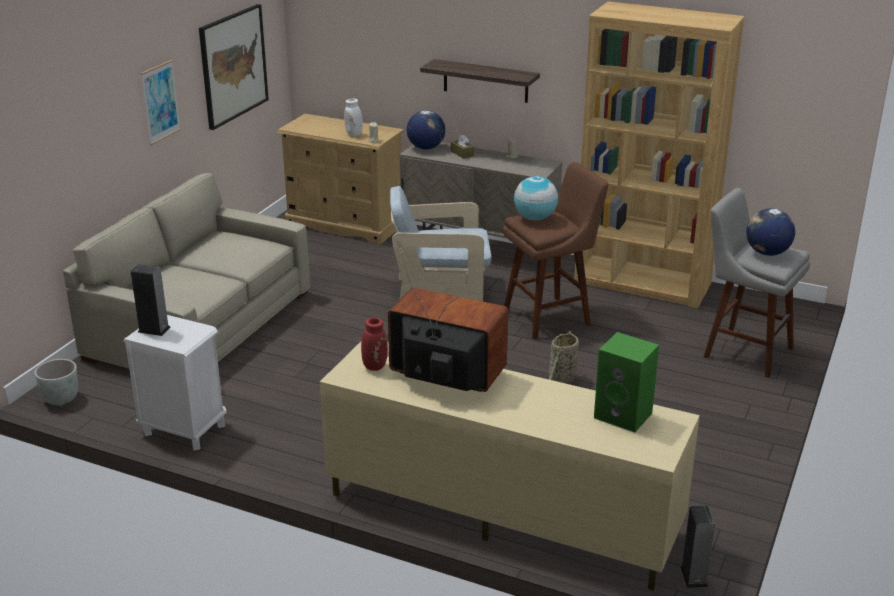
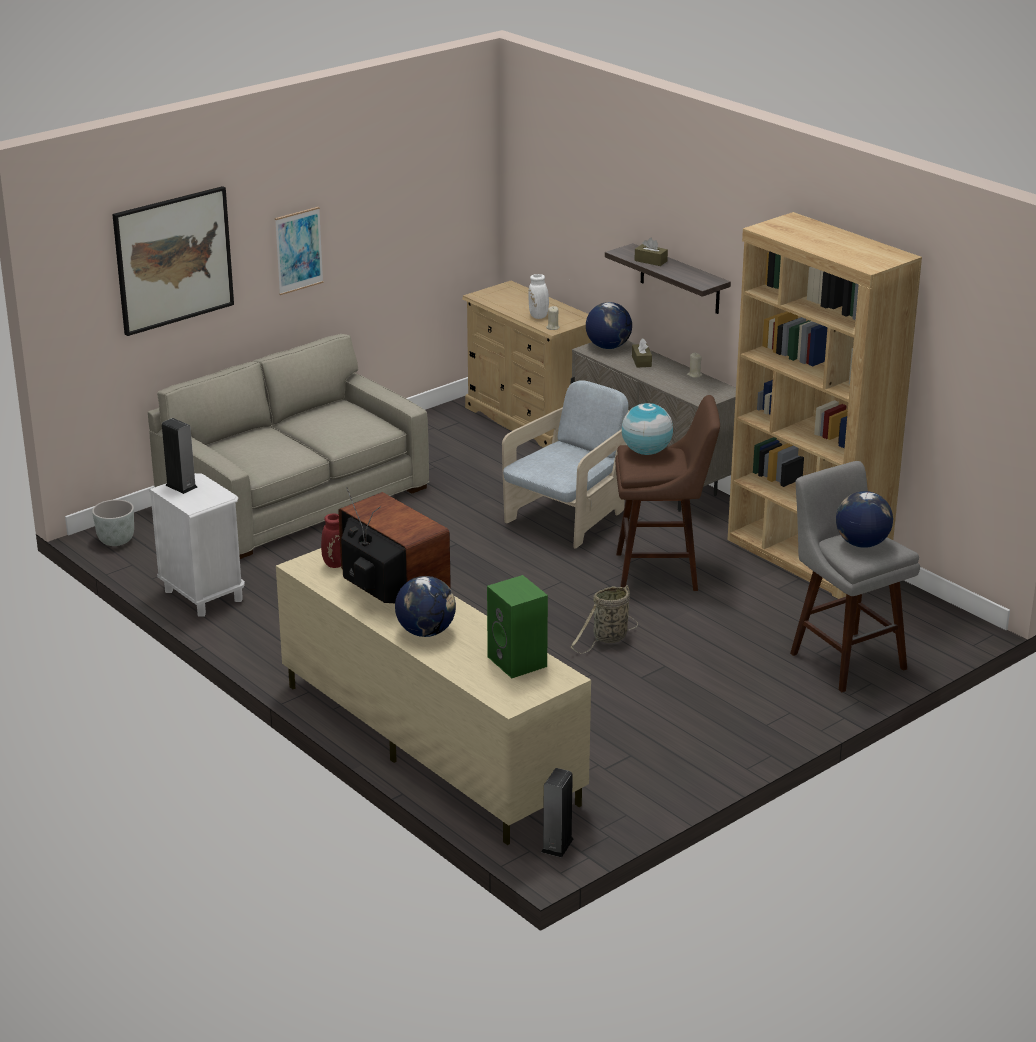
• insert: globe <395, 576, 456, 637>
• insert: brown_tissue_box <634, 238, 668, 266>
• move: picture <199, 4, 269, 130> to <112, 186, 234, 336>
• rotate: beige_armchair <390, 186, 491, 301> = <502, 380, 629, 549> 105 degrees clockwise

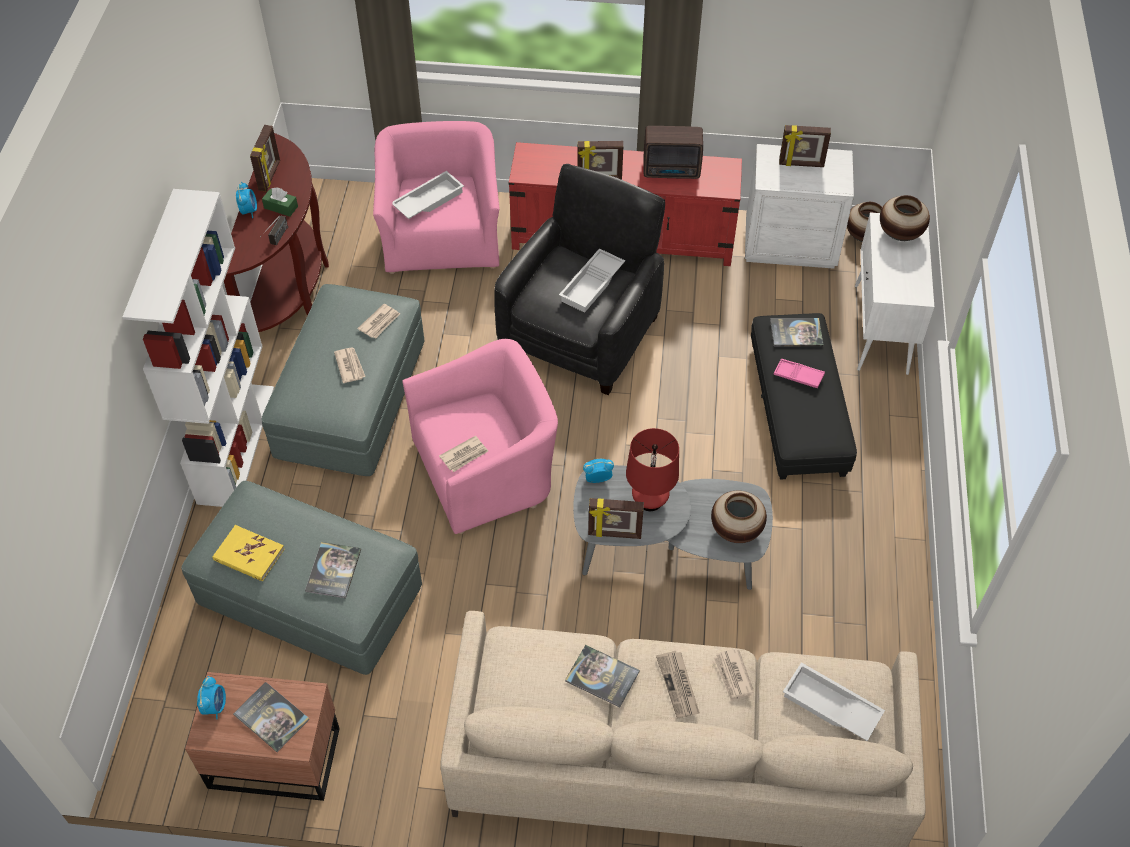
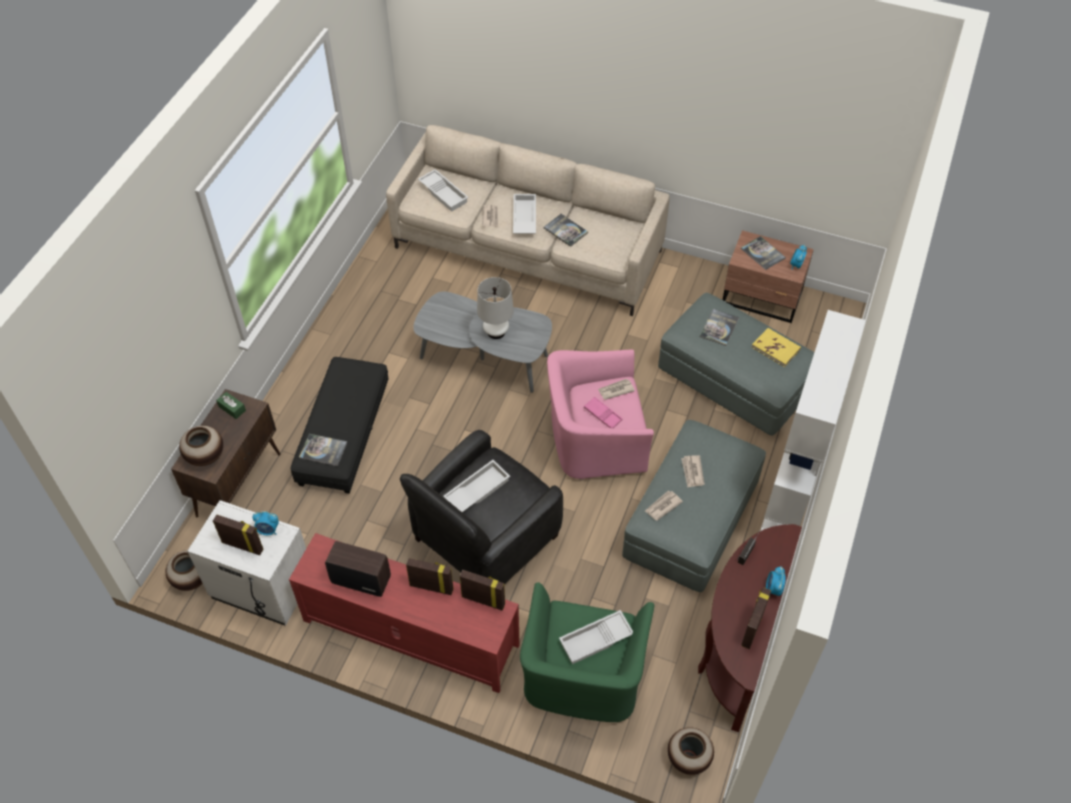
• move: green_tissue_box <262, 187, 298, 217> to <216, 392, 246, 419>
• move: alarm_clock <583, 459, 614, 483> to <252, 511, 279, 535>
• move: picture_frame <588, 498, 644, 539> to <460, 570, 505, 611>
• move: vase <711, 491, 767, 543> to <668, 727, 714, 775>
• move: pink_tray <774, 359, 825, 388> to <584, 396, 622, 428>
• replace: newspaper <656, 651, 700, 718> to white_tray <513, 194, 536, 234>
• recolor: pink_armchair <373, 121, 499, 274> to green_armchair <520, 582, 654, 722>
• recolor: red_table_lamp <626, 428, 679, 511> to white_table_lamp <477, 277, 514, 339>
• recolor: white_cabinet <855, 212, 934, 375> to brown_cabinet <171, 389, 281, 517>

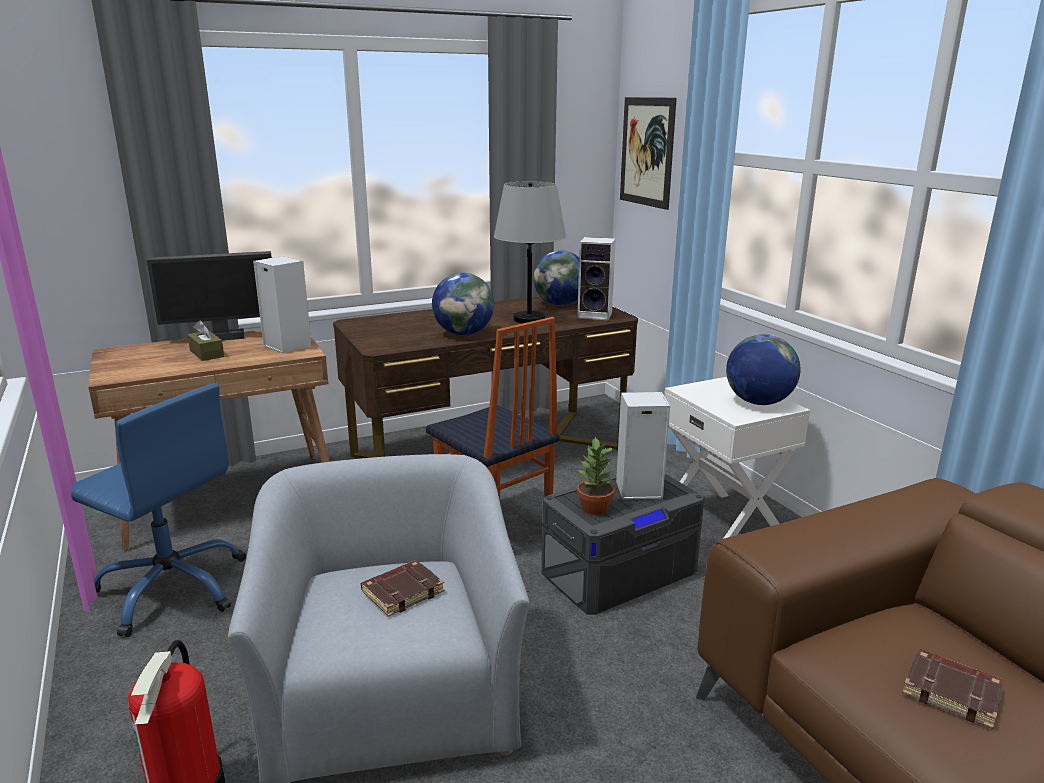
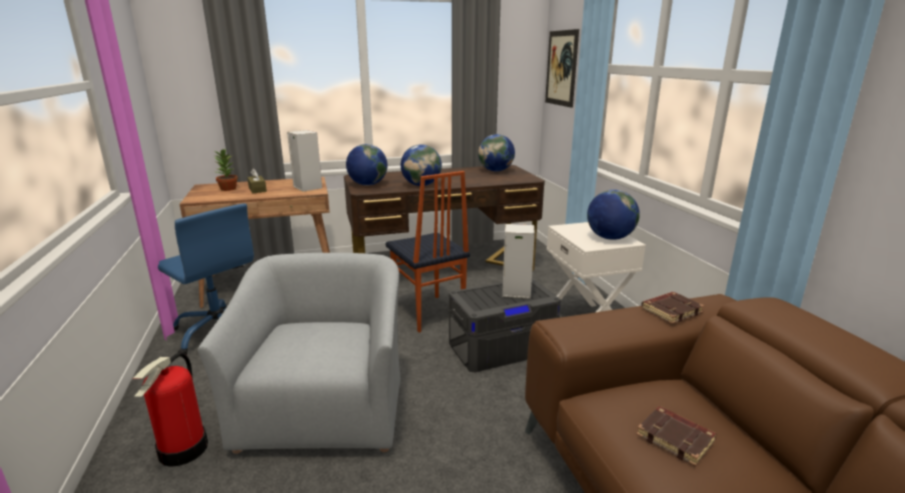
• delete: monitor <147, 251, 272, 340>
• delete: grey_table_lamp <494, 182, 566, 324>
• delete: speaker <577, 237, 616, 320>
• insert: globe <346, 144, 387, 186>
• move: brown_book <361, 560, 444, 617> to <641, 292, 704, 324>
• move: potted_plant <577, 437, 615, 515> to <213, 149, 238, 191>

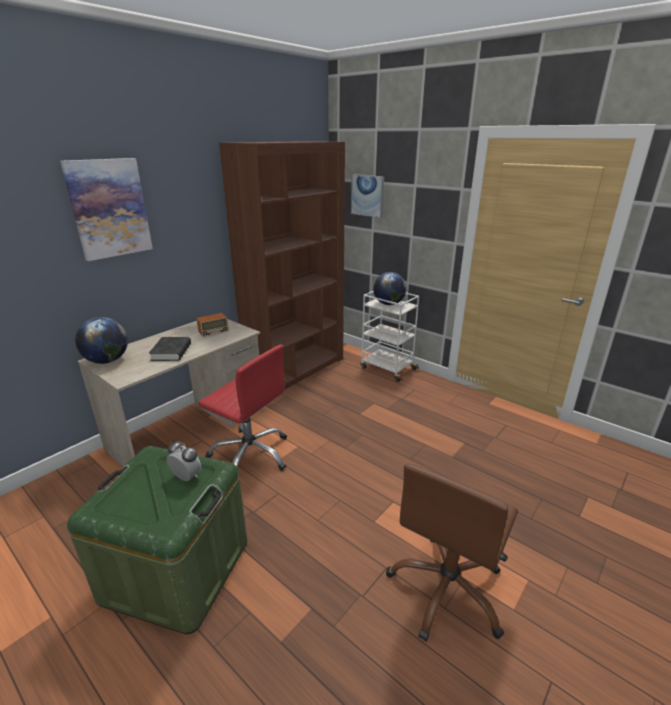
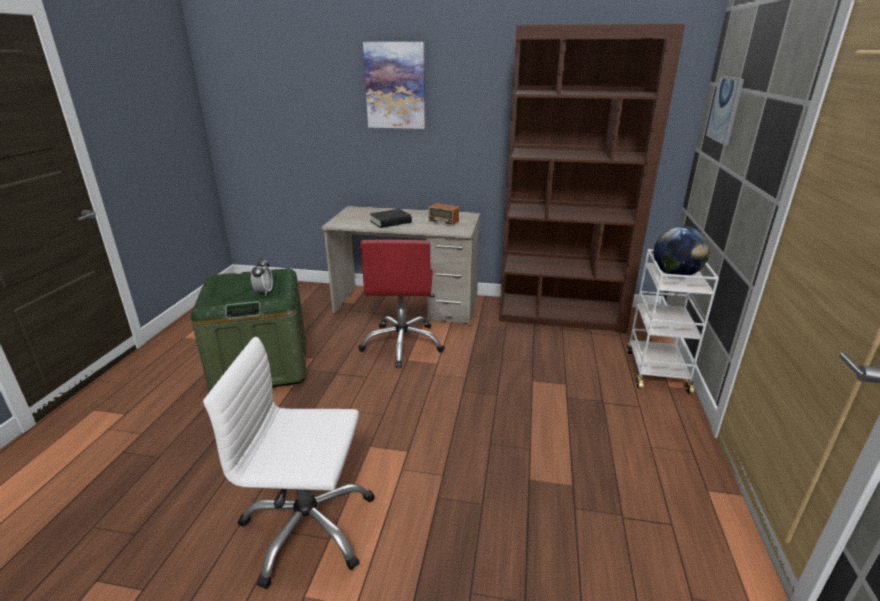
• delete: globe <75, 317, 128, 364>
• recolor: brown_office_chair <386, 463, 518, 642> to white_office_chair <203, 337, 375, 589>

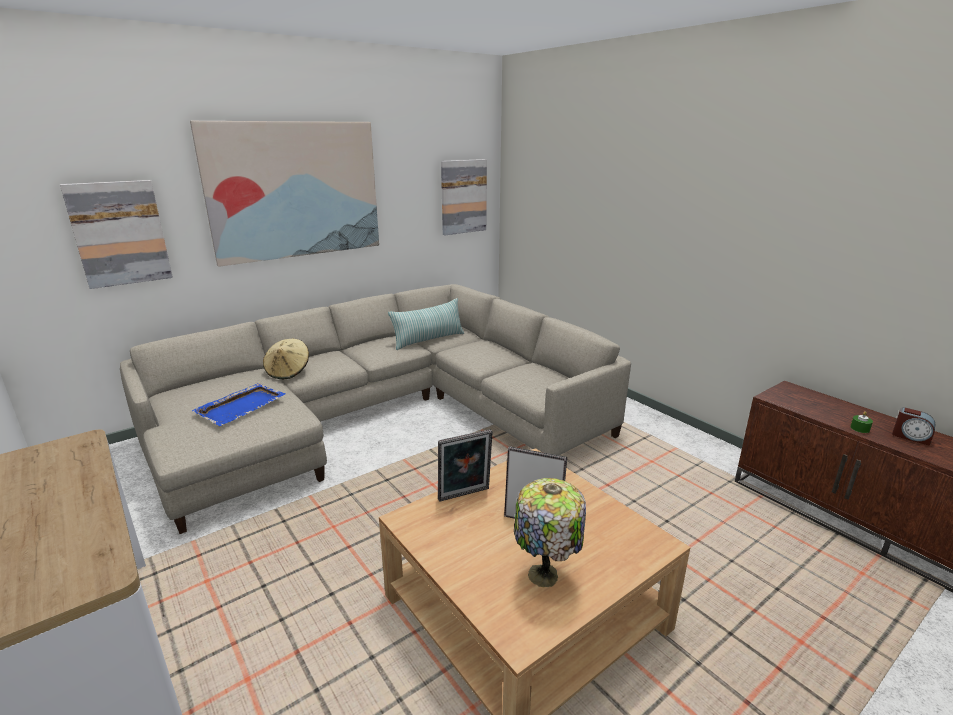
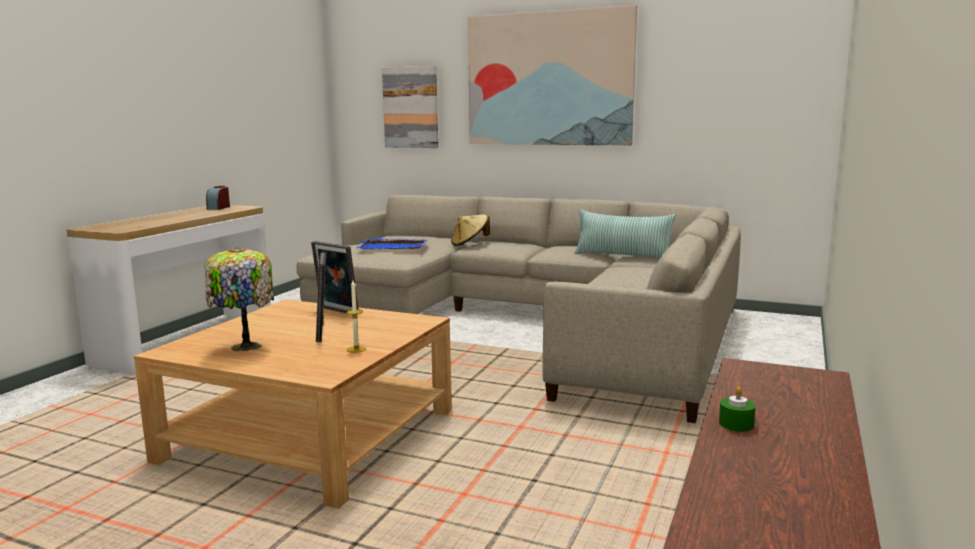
• delete: picture <441, 159, 487, 235>
• insert: candle <346, 280, 366, 353>
• move: alarm_clock <892, 407, 936, 446> to <206, 186, 230, 210>

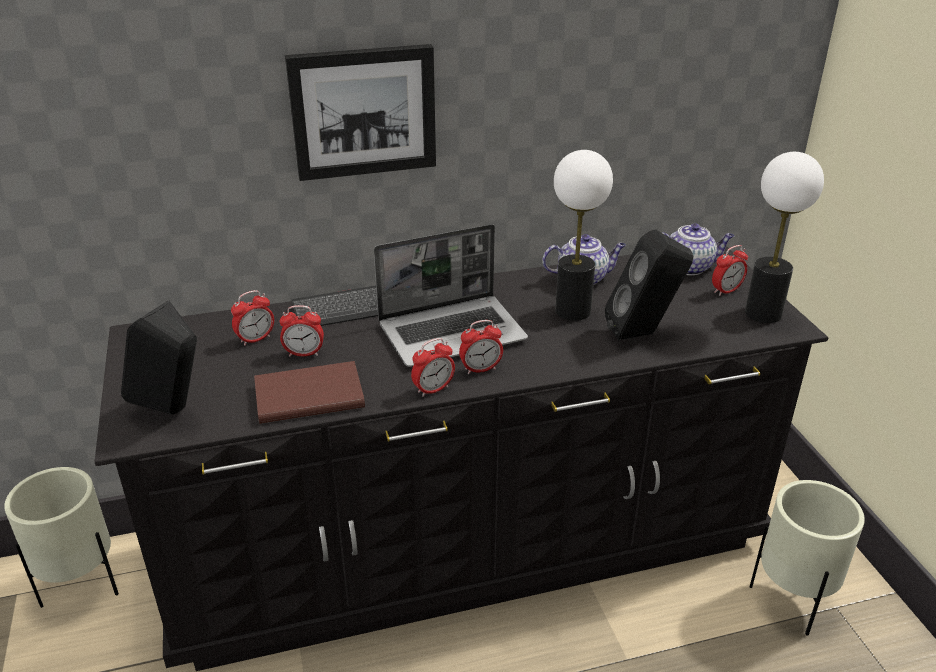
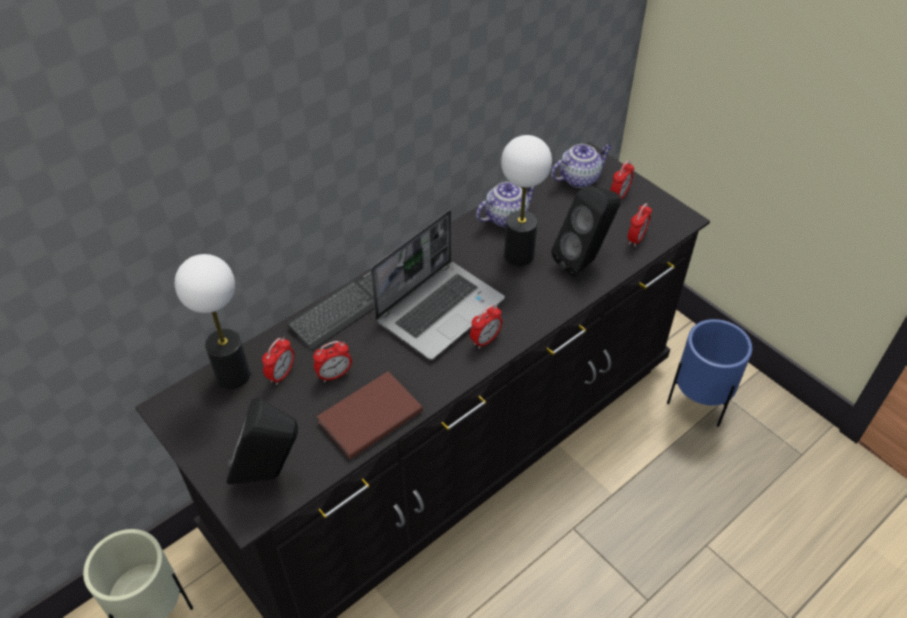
• delete: picture <285, 44, 436, 181>
• move: alarm_clock <411, 338, 455, 397> to <628, 203, 652, 247>
• move: table_lamp <745, 152, 824, 323> to <175, 254, 251, 389>
• recolor: beige_planter <749, 480, 865, 636> to blue_planter <667, 319, 752, 427>

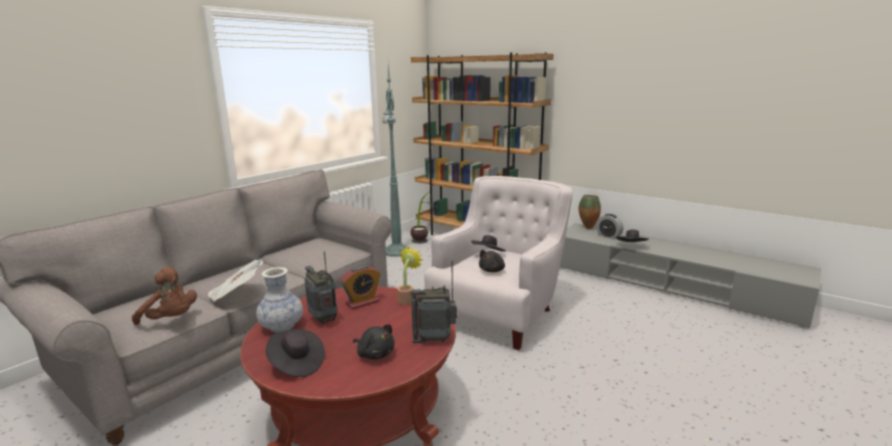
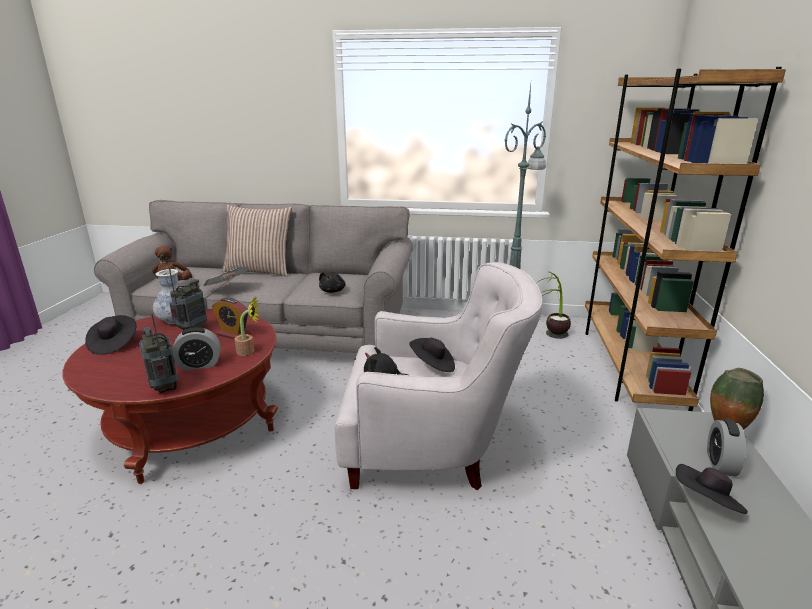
• insert: alarm_clock <172, 327, 220, 371>
• insert: pillow <222, 205, 292, 277>
• move: black_plush_toy <353, 324, 395, 359> to <319, 272, 346, 293>

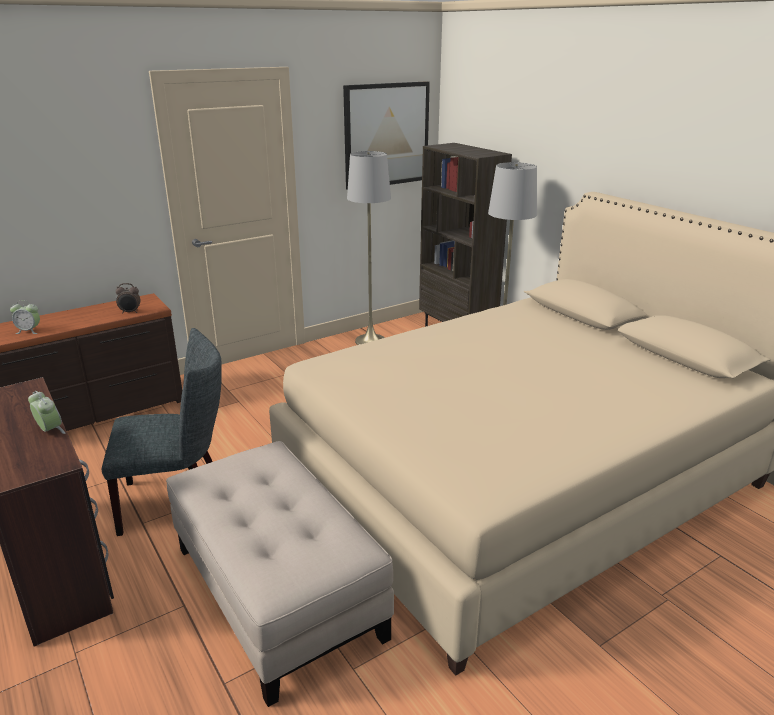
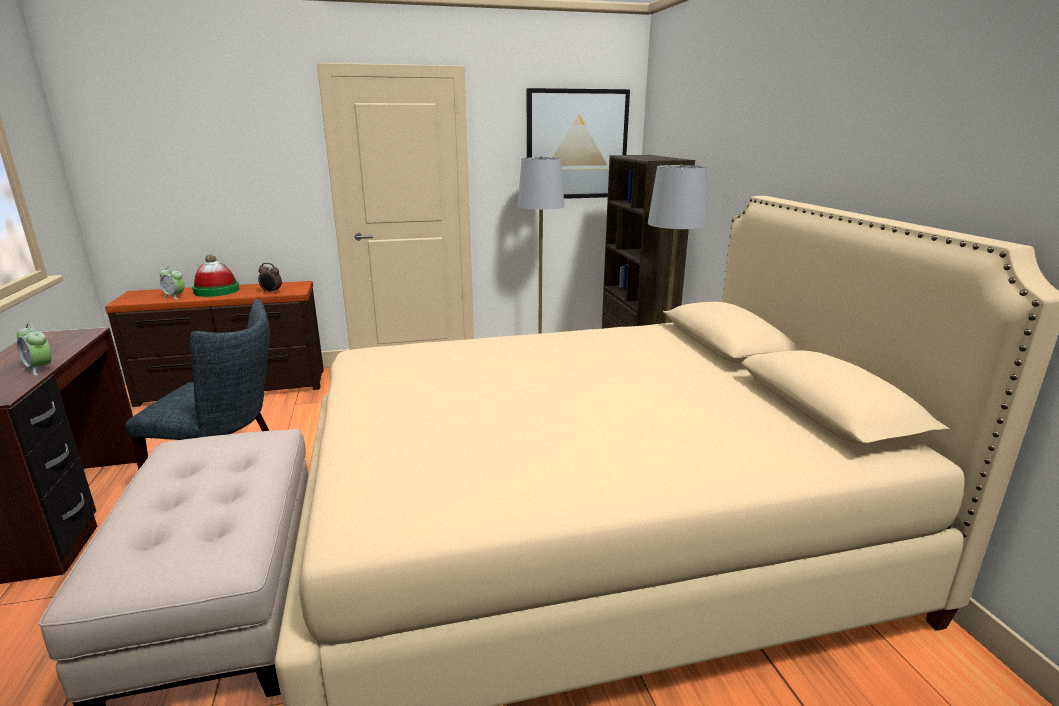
• insert: hat <192, 254, 239, 297>
• rotate: alarm_clock <28, 391, 65, 434> = <17, 323, 51, 376> 150 degrees clockwise

